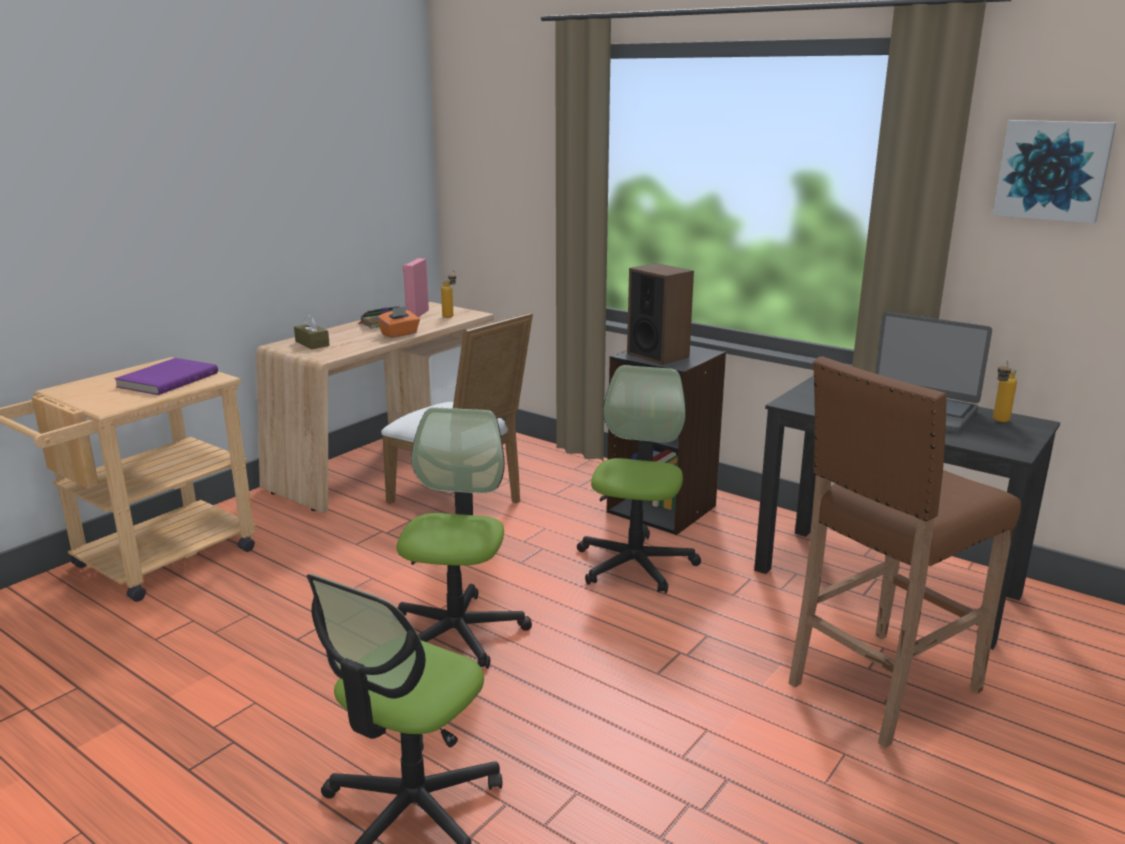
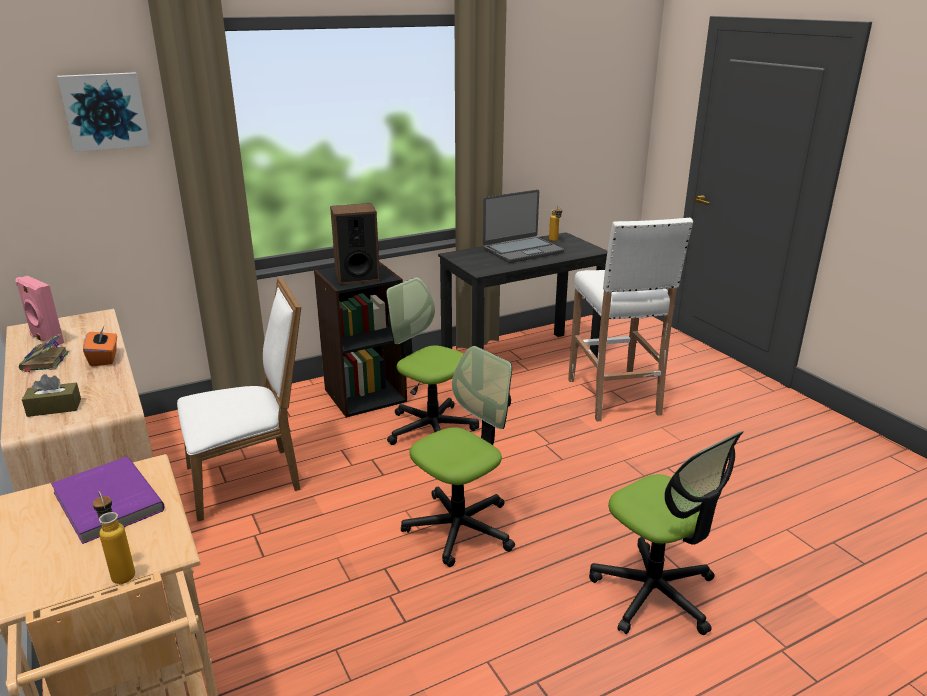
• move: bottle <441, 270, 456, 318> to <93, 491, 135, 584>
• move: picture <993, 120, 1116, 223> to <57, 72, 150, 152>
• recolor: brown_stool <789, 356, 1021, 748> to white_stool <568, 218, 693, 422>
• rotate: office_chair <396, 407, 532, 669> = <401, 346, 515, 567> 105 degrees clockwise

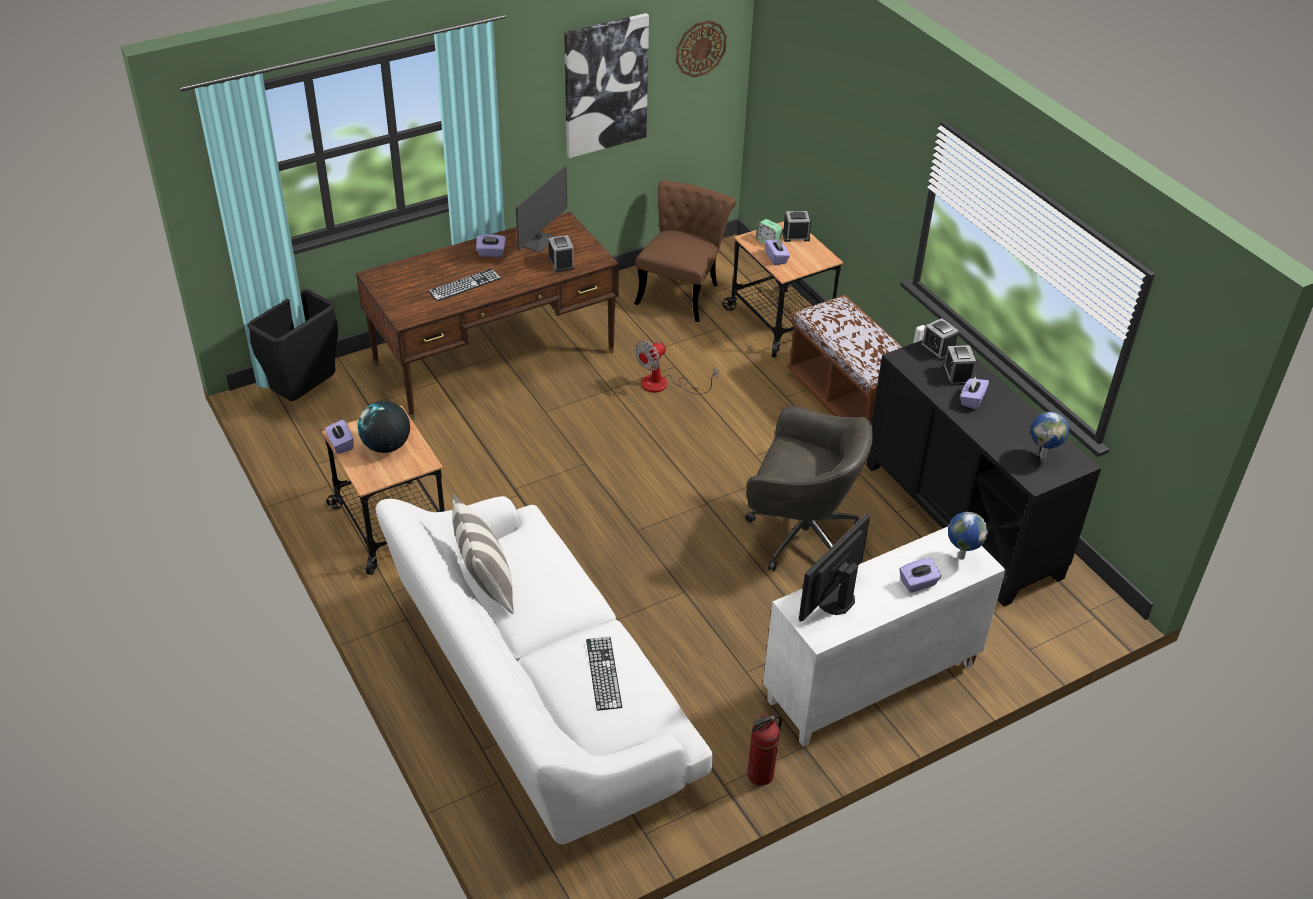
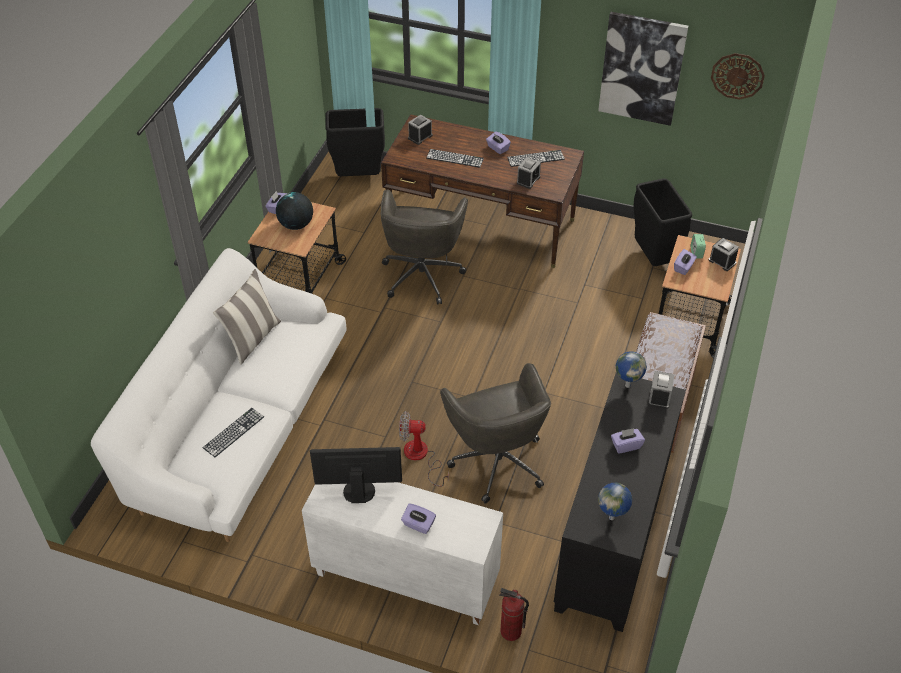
• insert: grey_office_chair <381, 189, 468, 304>
• move: fan <635, 341, 718, 394> to <399, 411, 449, 487>
• move: fire_extinguisher <747, 714, 782, 786> to <499, 588, 529, 641>
• move: alarm_clock <943, 345, 976, 386> to <408, 114, 433, 145>
• move: globe <948, 512, 988, 560> to <616, 351, 647, 388>
• replace: monitor <516, 166, 567, 253> to keyboard <507, 150, 565, 167>
• replace: brown_chair <634, 180, 736, 322> to black_trash_can <633, 178, 692, 266>

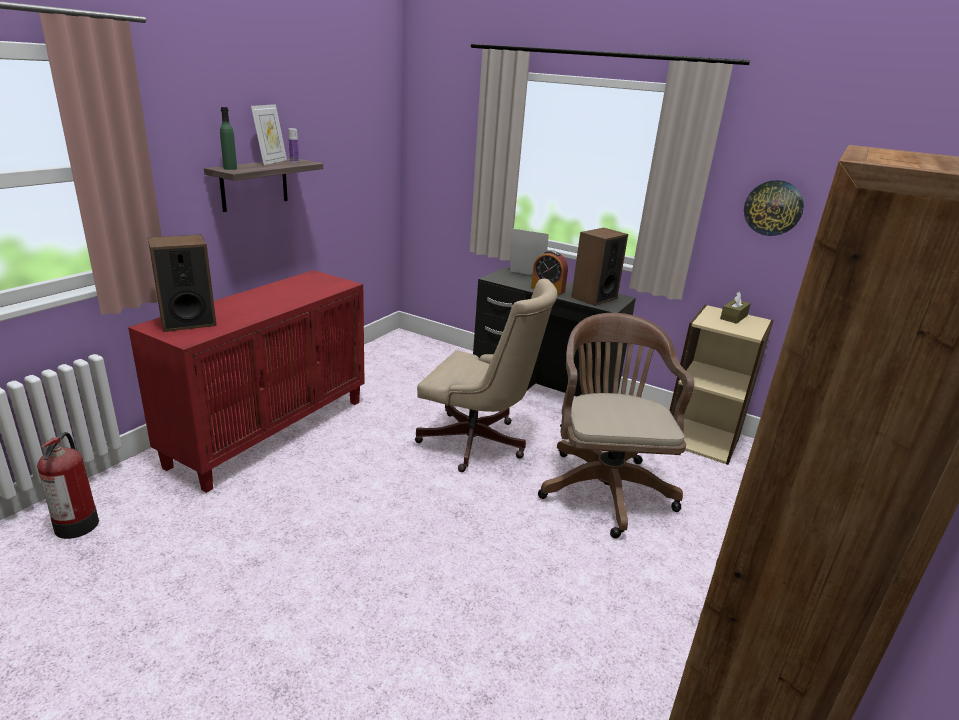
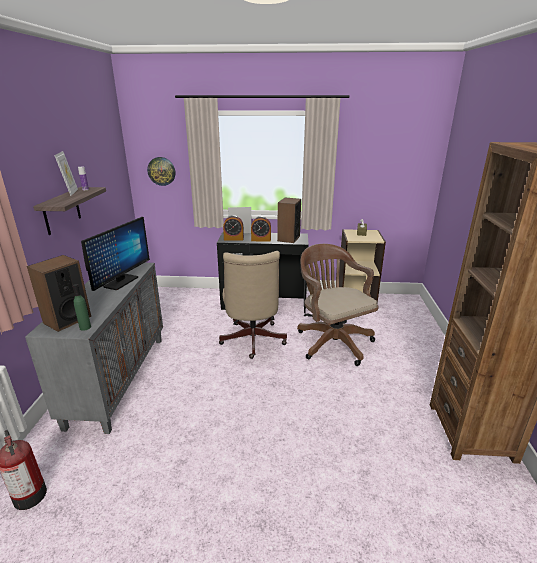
• insert: monitor <81, 217, 150, 291>
• insert: alarm_clock <223, 215, 244, 240>
• move: green_bottle <220, 107, 237, 170> to <73, 284, 91, 331>
• move: wall_clock <744, 180, 804, 236> to <147, 157, 175, 186>
• recolor: red_cabinet <128, 270, 365, 493> to grey_cabinet <25, 263, 163, 434>
• rotate: beige_office_chair <415, 279, 558, 472> = <219, 251, 287, 359> 90 degrees clockwise

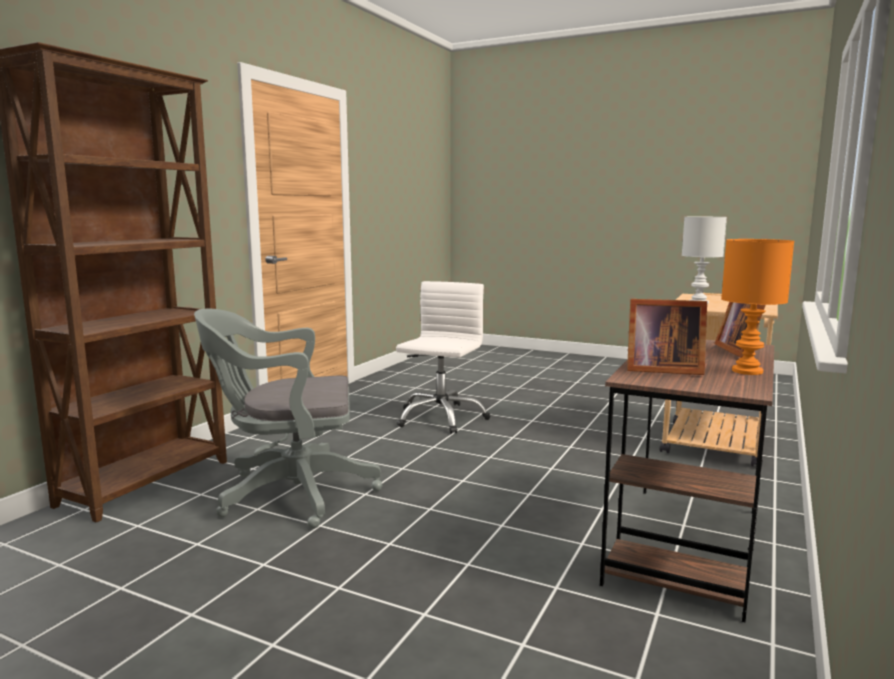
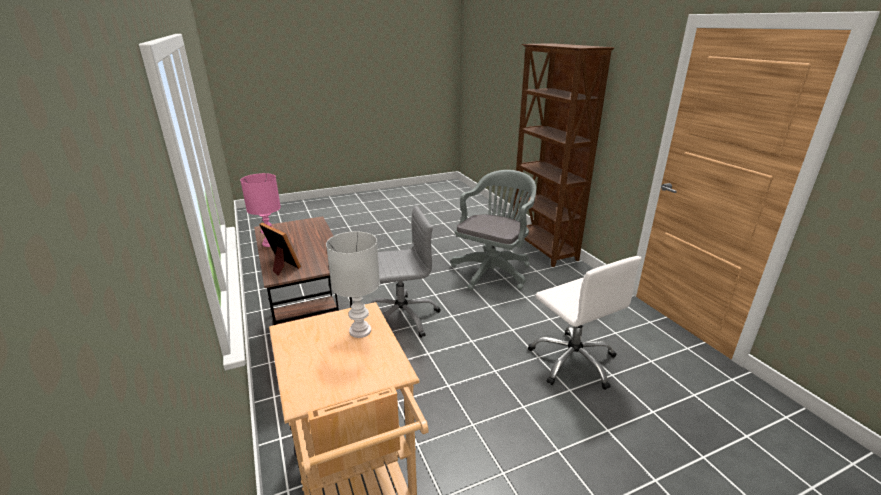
• delete: picture_frame <627, 299, 707, 375>
• insert: grey_office_chair <370, 206, 441, 338>
• recolor: orange_table_lamp <721, 239, 794, 375> to pink_table_lamp <240, 173, 281, 247>

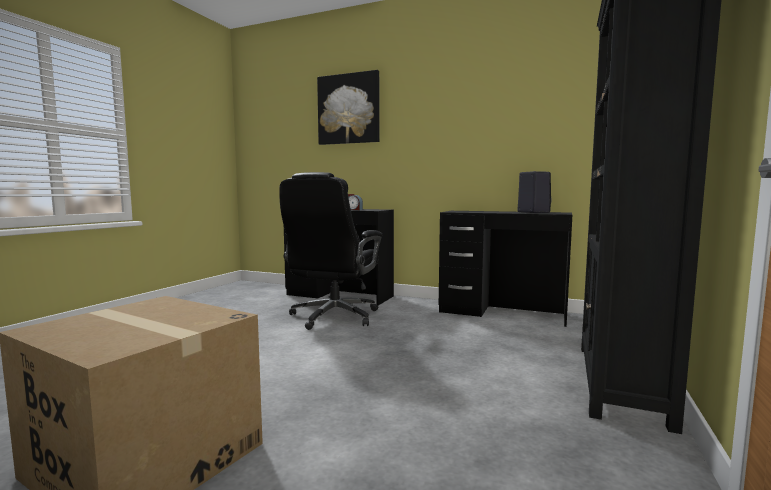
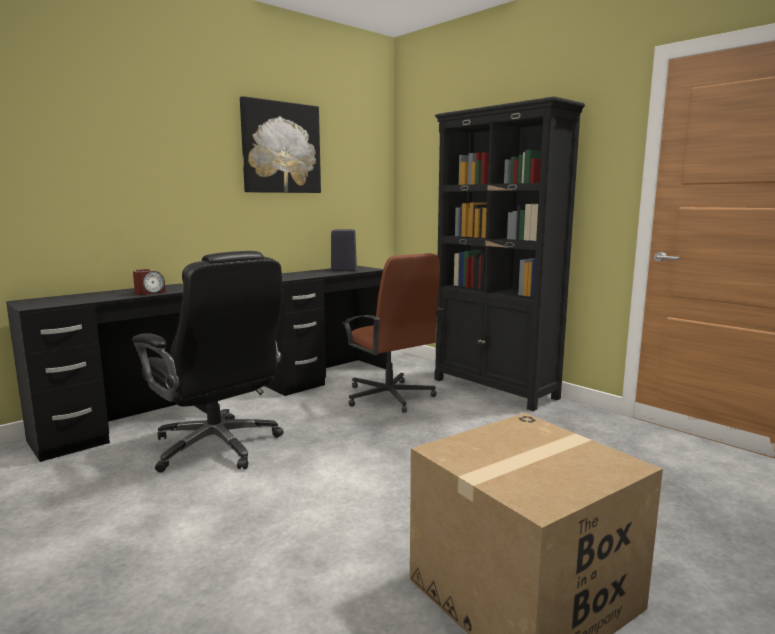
• insert: brown_office_chair <342, 253, 443, 413>
• move: picture <317, 70, 379, 145> to <240, 96, 321, 193>

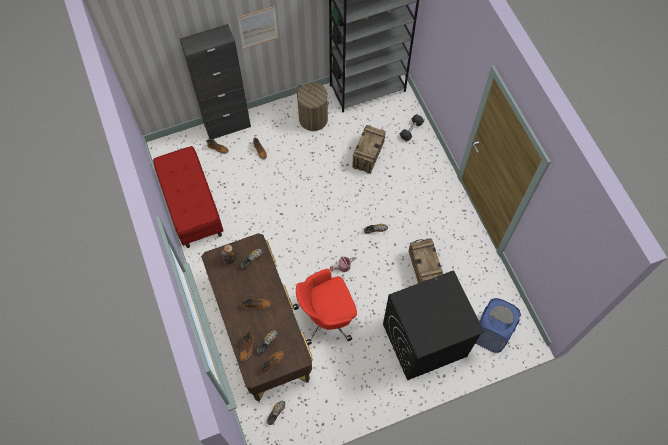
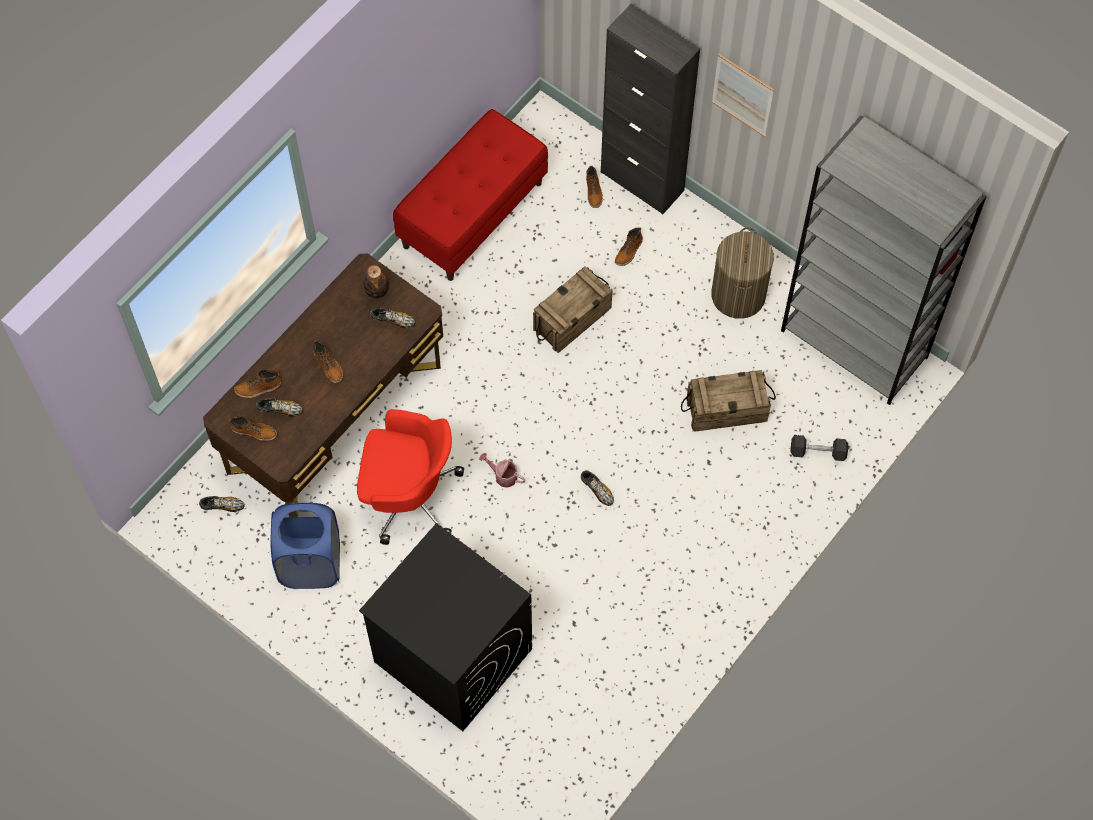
• move: crate <409, 238, 443, 283> to <533, 267, 613, 353>
• move: blue_laundry_basket <476, 298, 521, 353> to <271, 502, 340, 589>
• rotate: red_office_chair <293, 269, 357, 345> = <357, 409, 464, 545> 150 degrees clockwise

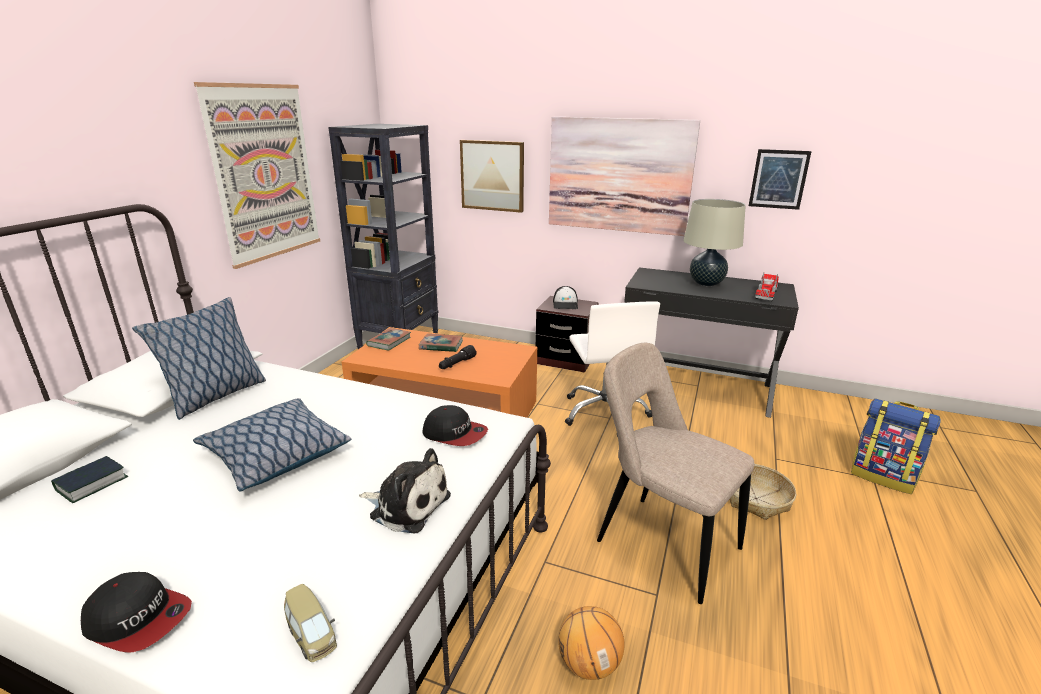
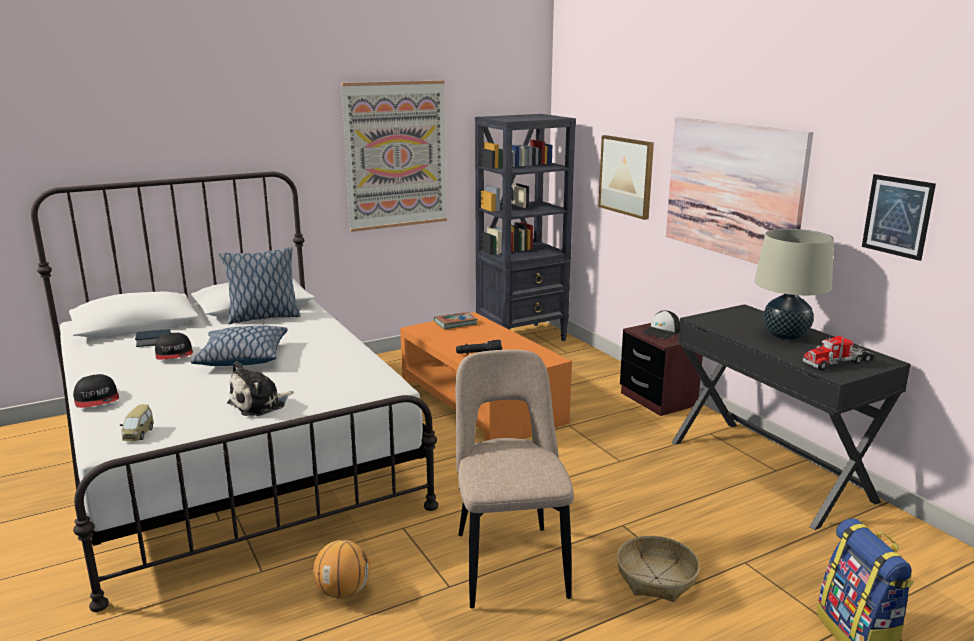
• delete: book <419, 334, 463, 352>
• delete: white_office_chair <565, 301, 660, 437>
• move: cap <423, 405, 488, 446> to <155, 333, 193, 360>
• rotate: plush_toy <359, 448, 451, 533> = <227, 361, 293, 416> 75 degrees clockwise

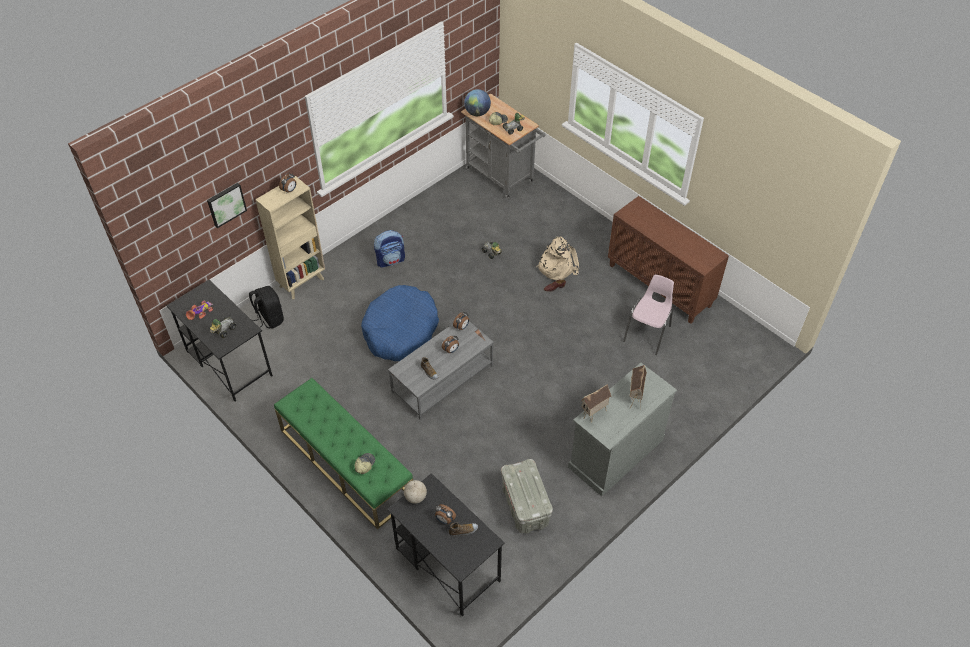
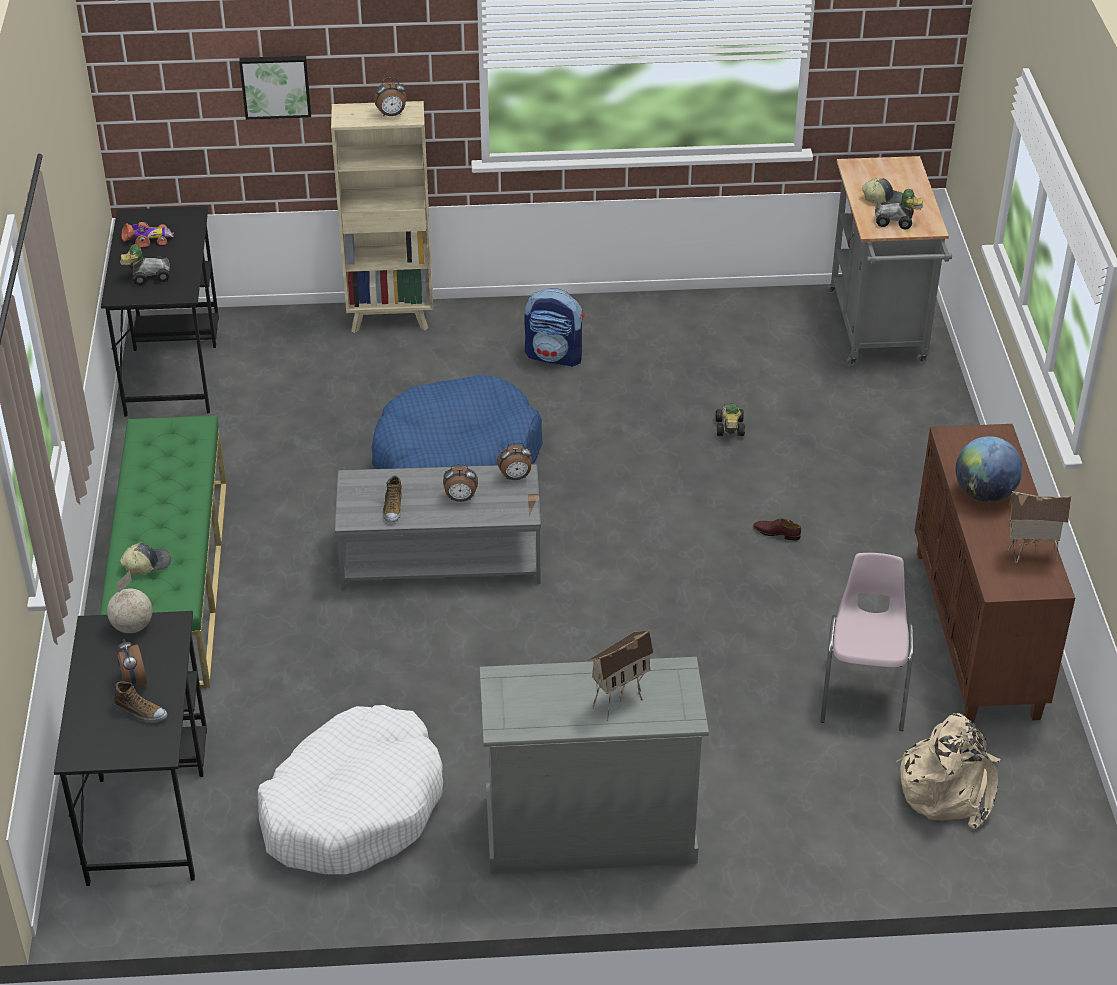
• delete: black_backpack <249, 286, 284, 329>
• move: globe <464, 89, 491, 116> to <956, 436, 1023, 502>
• move: beige_backpack <537, 236, 579, 280> to <896, 713, 1000, 829>
• move: toy_house <581, 384, 611, 423> to <1007, 491, 1072, 564>
• replace: grey_storage_box <501, 459, 553, 533> to white_dog_bed <258, 705, 443, 874>
• rotate: pink_chair <623, 274, 674, 355> = <820, 553, 913, 731> 60 degrees counterclockwise

